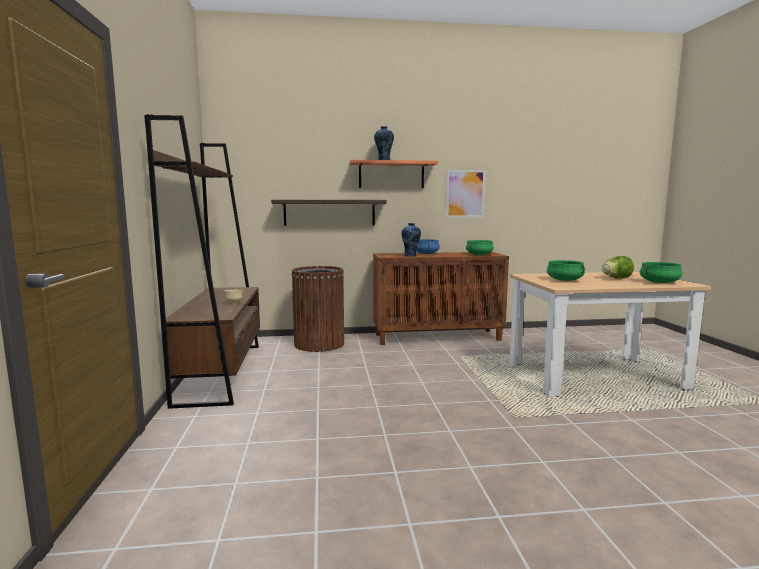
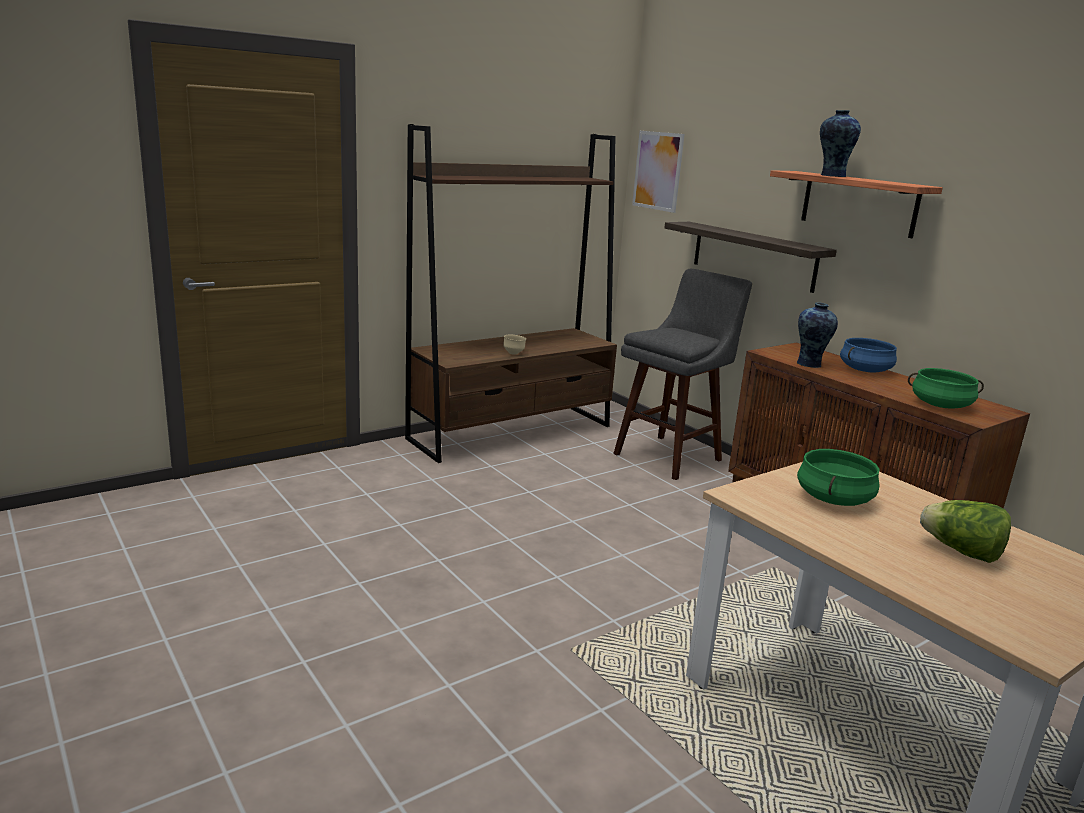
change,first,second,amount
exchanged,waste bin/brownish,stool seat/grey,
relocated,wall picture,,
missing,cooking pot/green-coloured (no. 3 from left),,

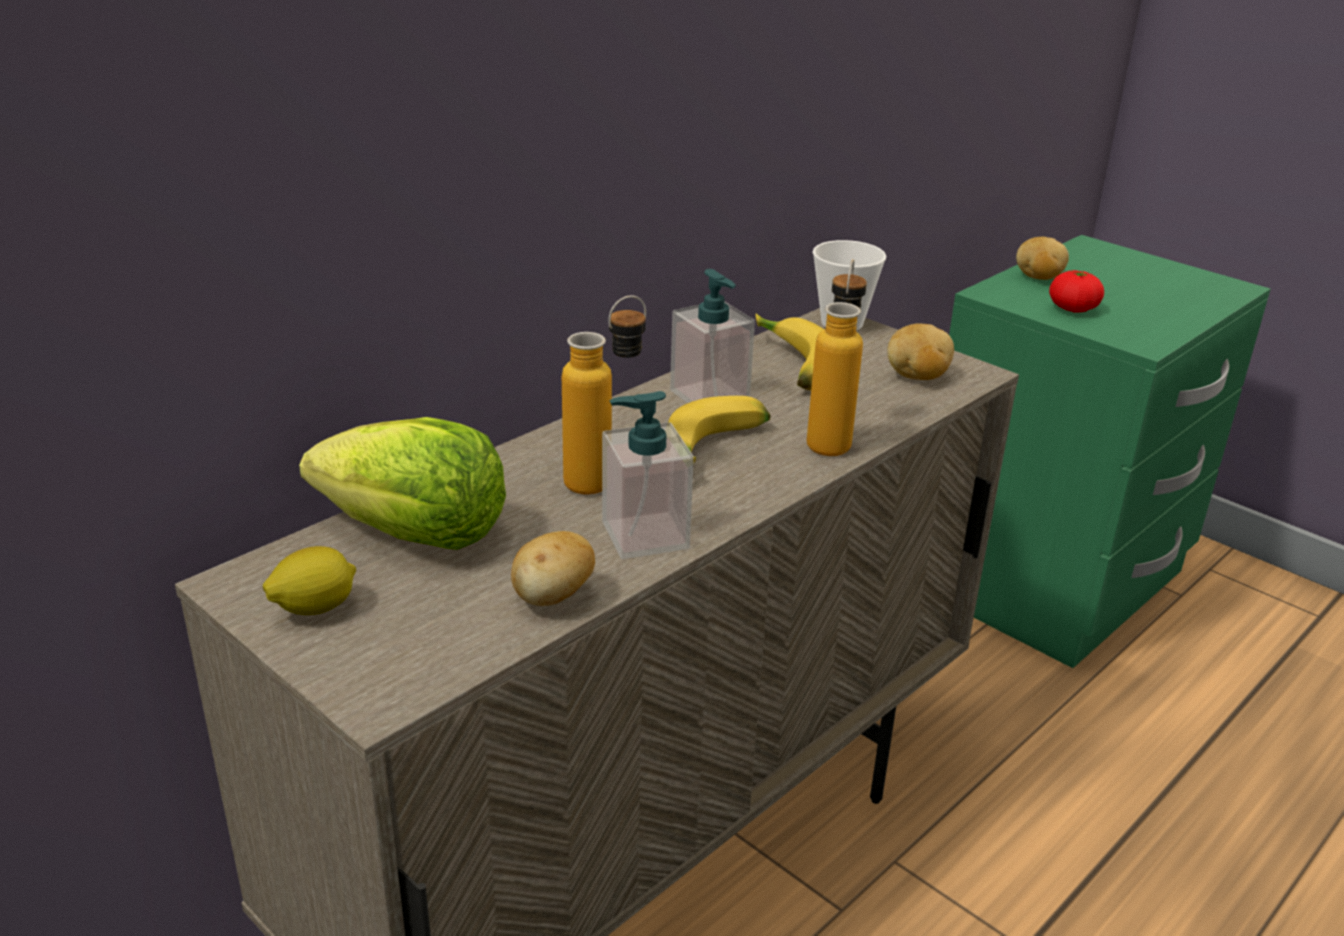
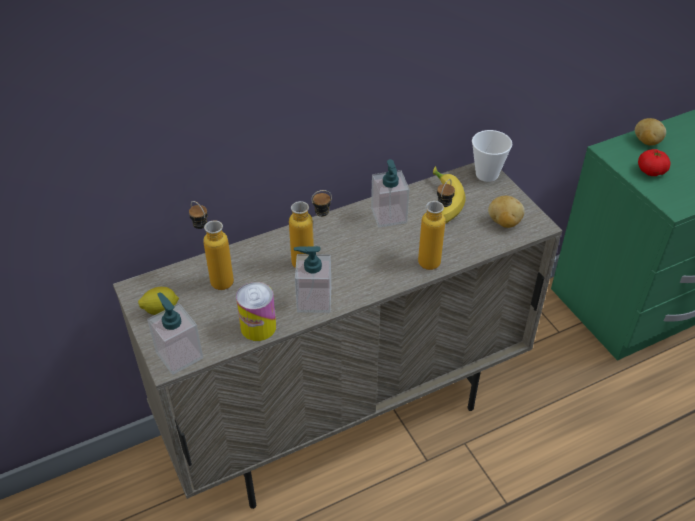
change,first,second,amount
exchanged,lettuce head,bottle (no. 1 from left),
exchanged,spud (no. 1 from left),metal can,
missing,banana fruit (no. 1 from left),,
appeared,,soap dispenser (no. 1 from left),

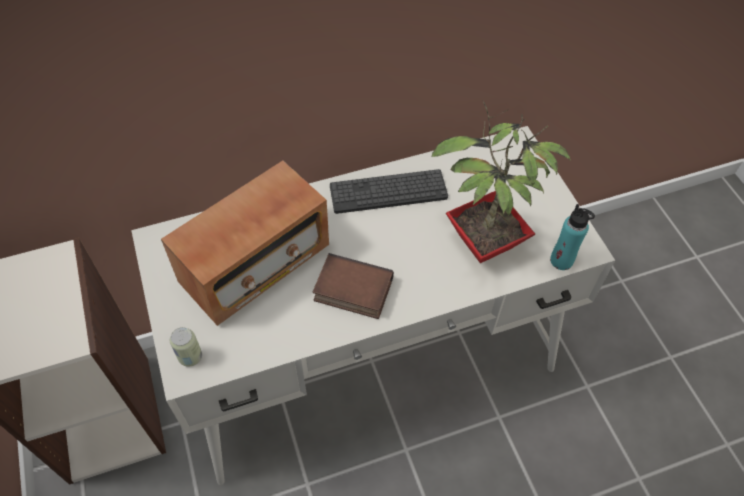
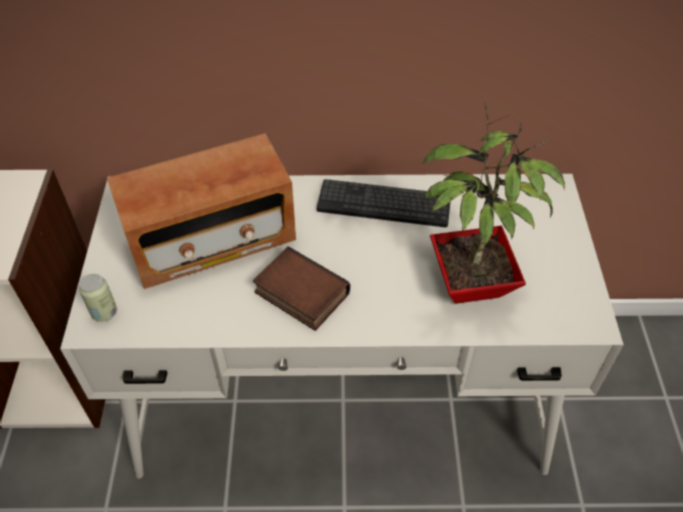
change,first,second,amount
missing,bottle/blue-green,,

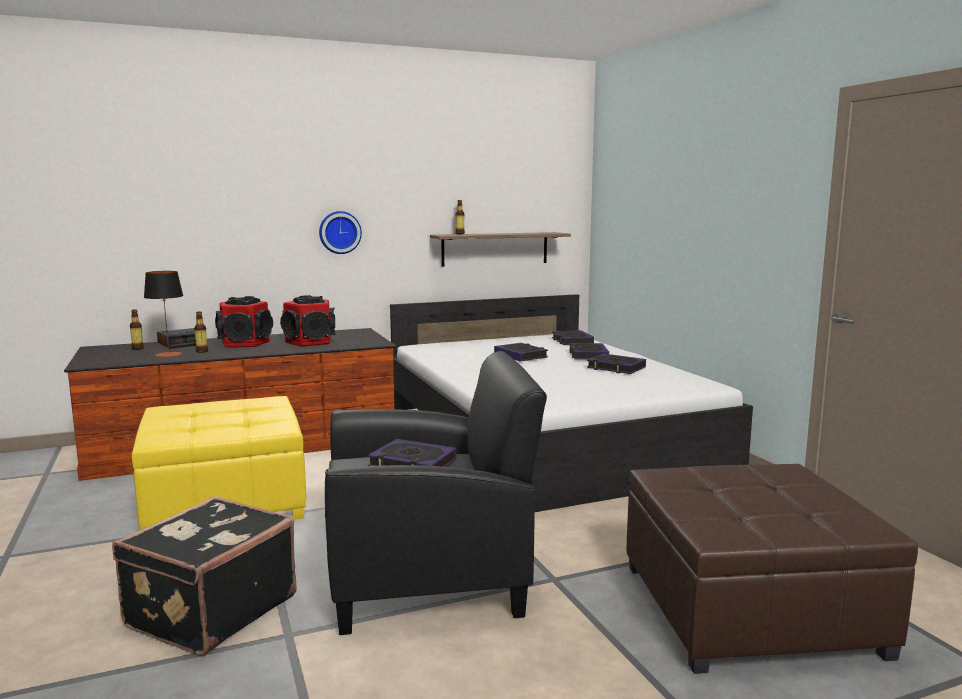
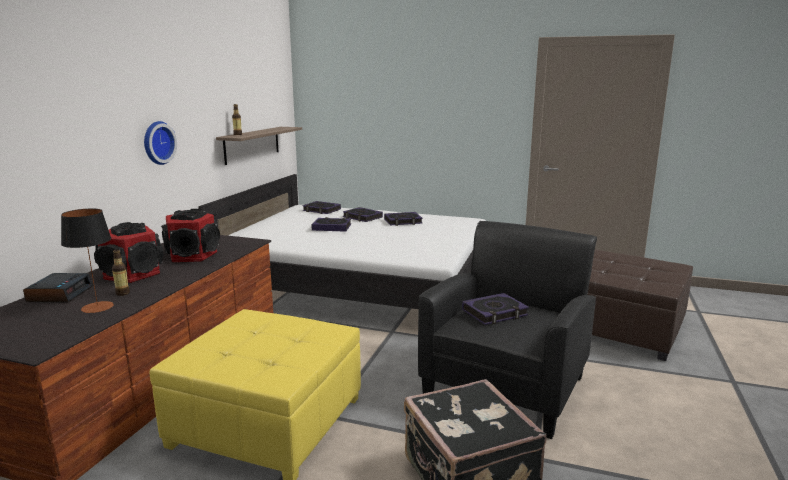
change,first,second,amount
missing,bottle (no. 1 from left),,

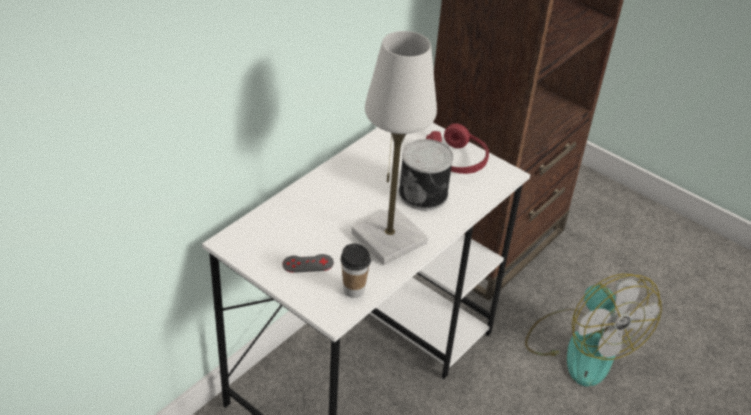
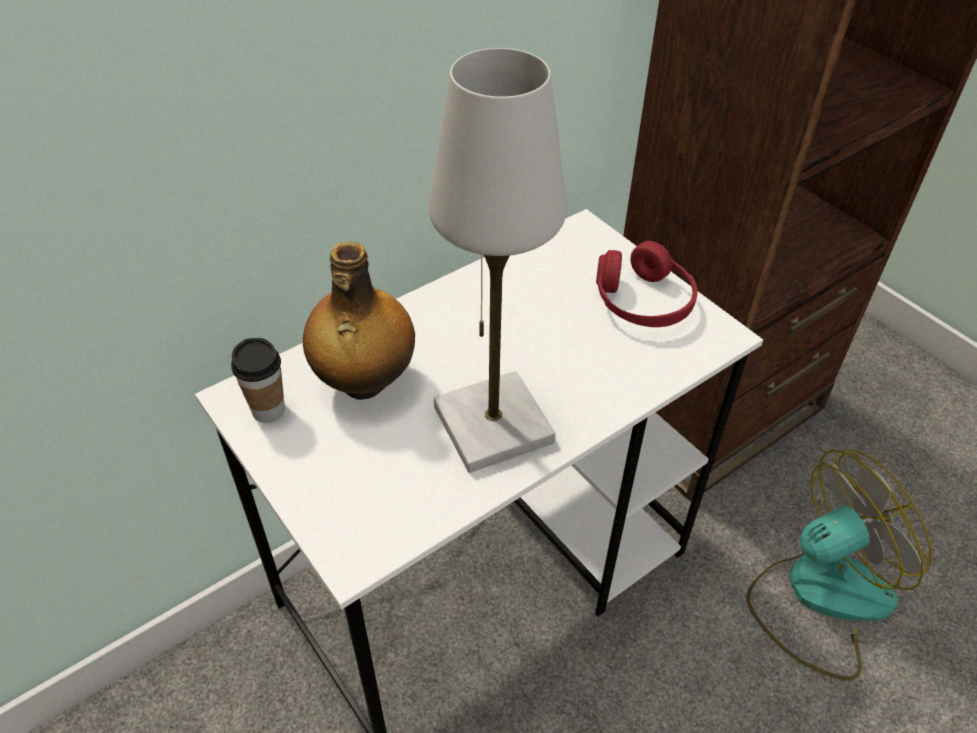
change,first,second,amount
missing,joypad/grey,,
relocated,drinking cup,,
missing,metal can,,
spun,electric fan,,105 degrees counterclockwise
appeared,,bottle,

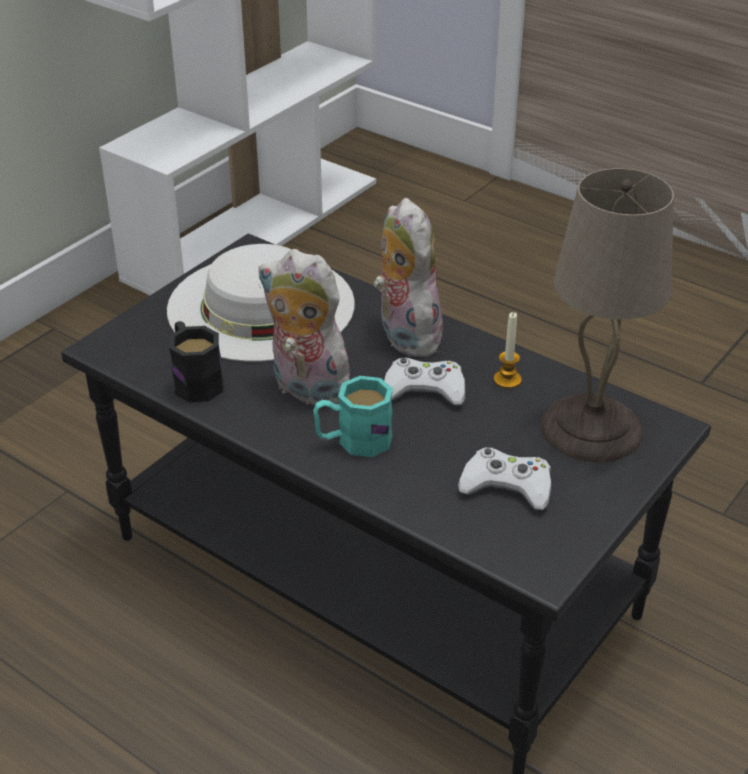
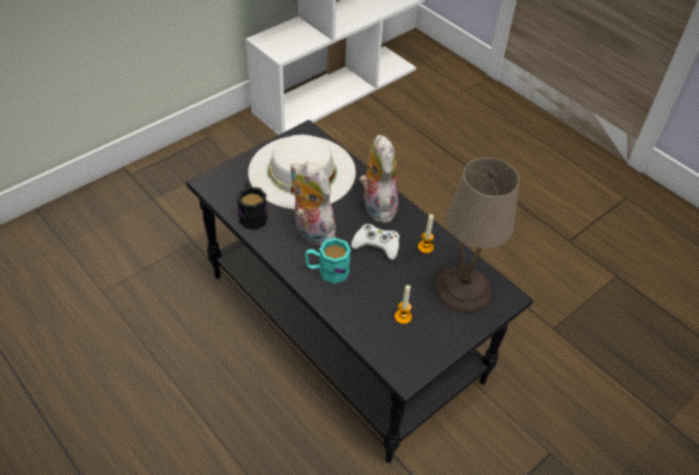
change,first,second,amount
exchanged,joypad/white (no. 2 from left),wax candle (no. 1 from left),

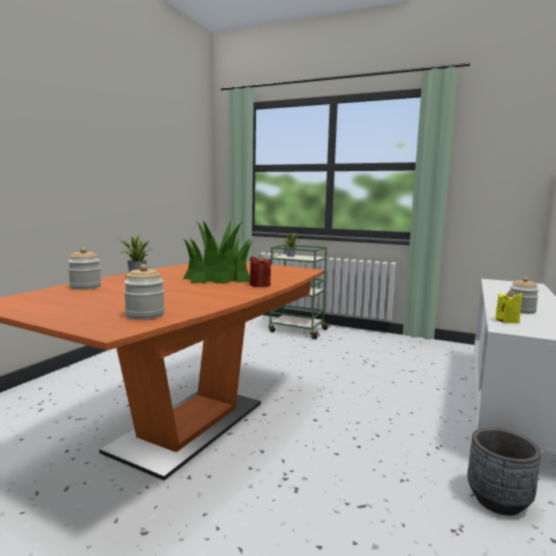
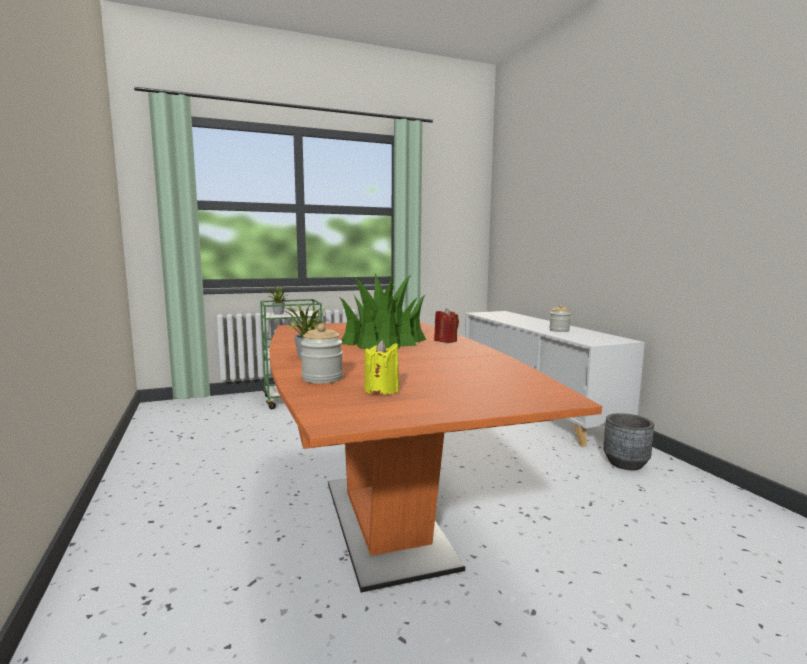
change,first,second,amount
missing,storage jar (no. 2 from left),,
relocated,wax candle/yellowish,,

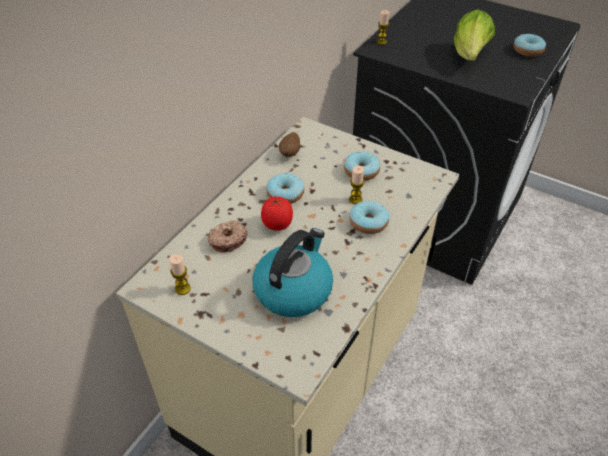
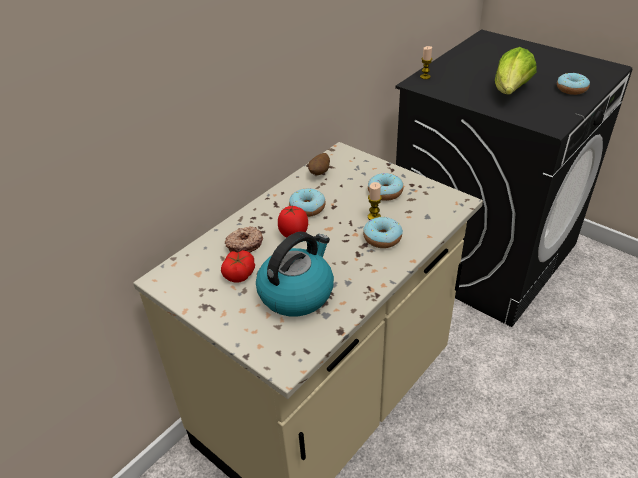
change,first,second,amount
missing,wax candle (no. 1 from left),,
appeared,,tomato (no. 1 from left),

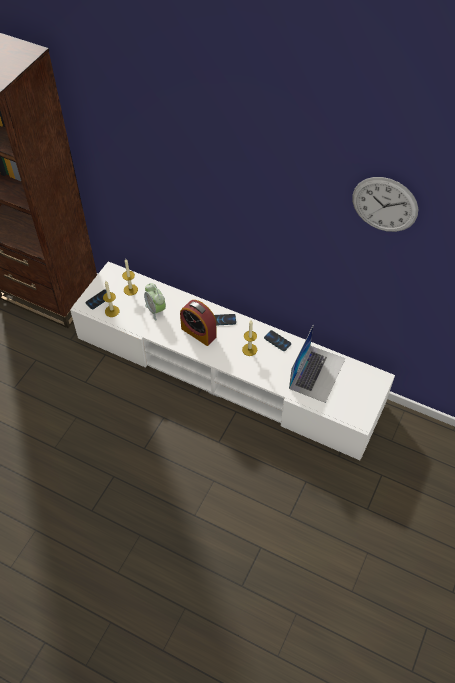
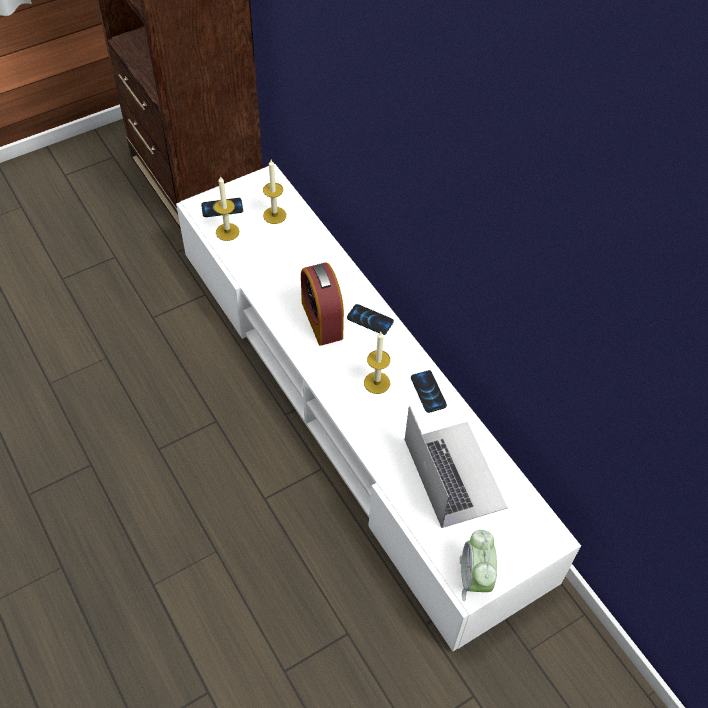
change,first,second,amount
relocated,alarm clock (no. 1 from left in the first image),alarm clock (no. 2 from left),
spun,laptop,,75 degrees counterclockwise
missing,hanging clock,,

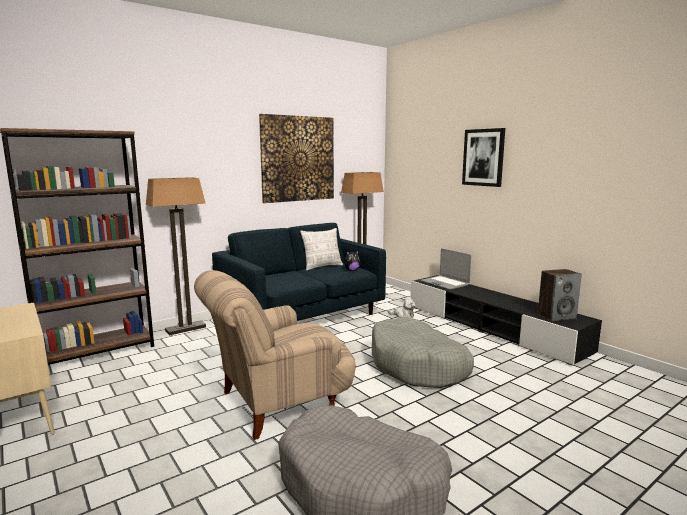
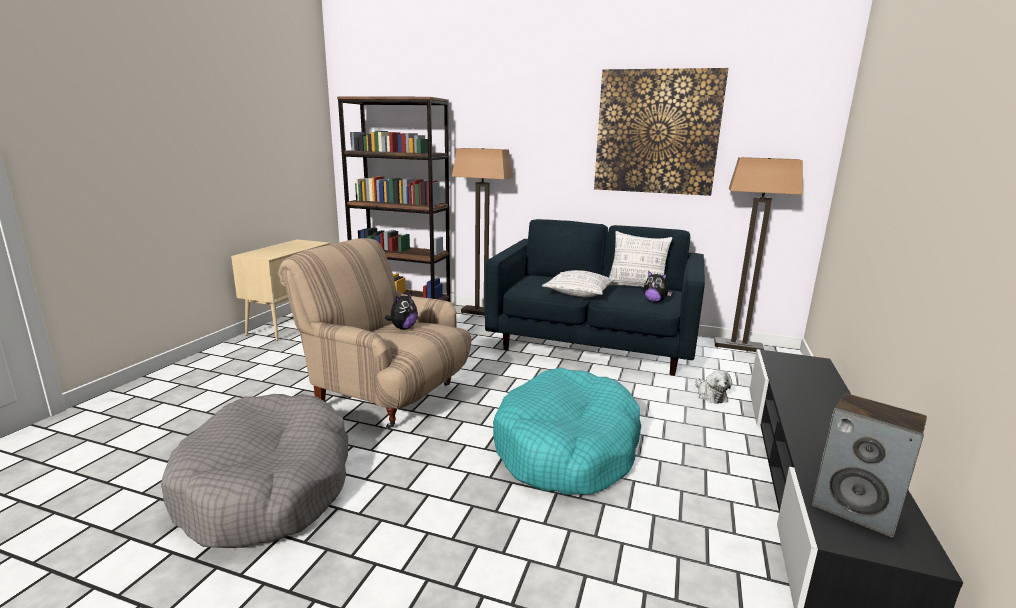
change,first,second,amount
colour,pet bed/grey (no. 2 from left),pet bed/blue-green,
missing,laptop,,
missing,wall picture (no. 2 from left),,
appeared,,plush toy (no. 1 from left),
appeared,,pillow (no. 1 from left),

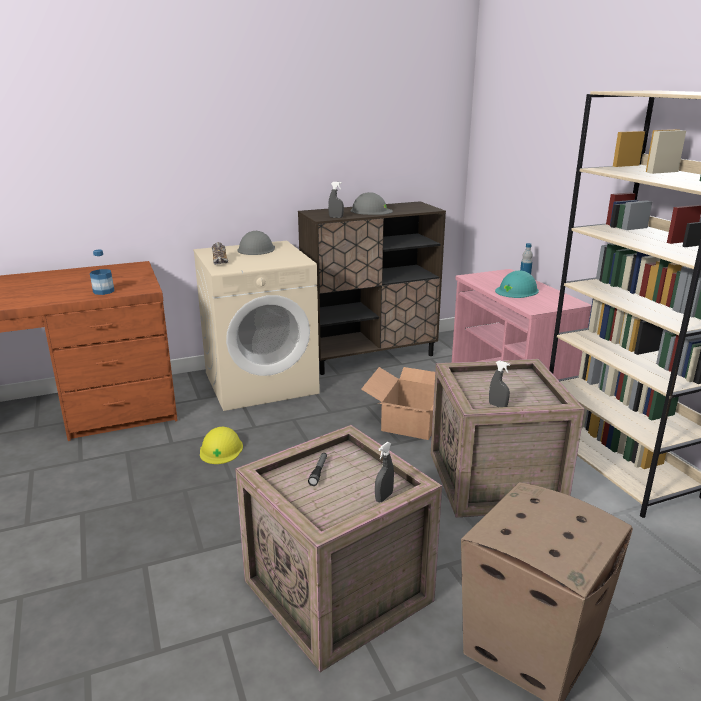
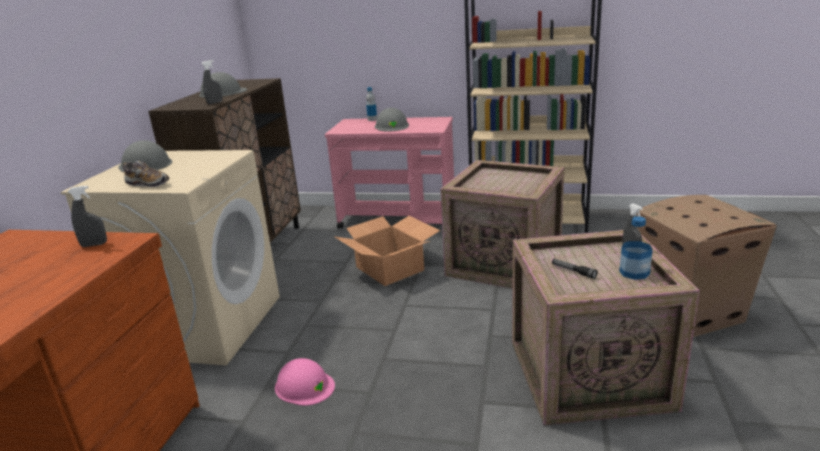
change,first,second,amount
relocated,bottle (no. 1 from left in the first image),bottle (no. 2 from left),
colour,hard hat/yellowish,hard hat/pinkish,
relocated,sprayer/grey (no. 3 from left in the first image),sprayer/grey (no. 1 from left),
colour,hard hat/blue-green,hard hat/grey (no. 3 from left),

